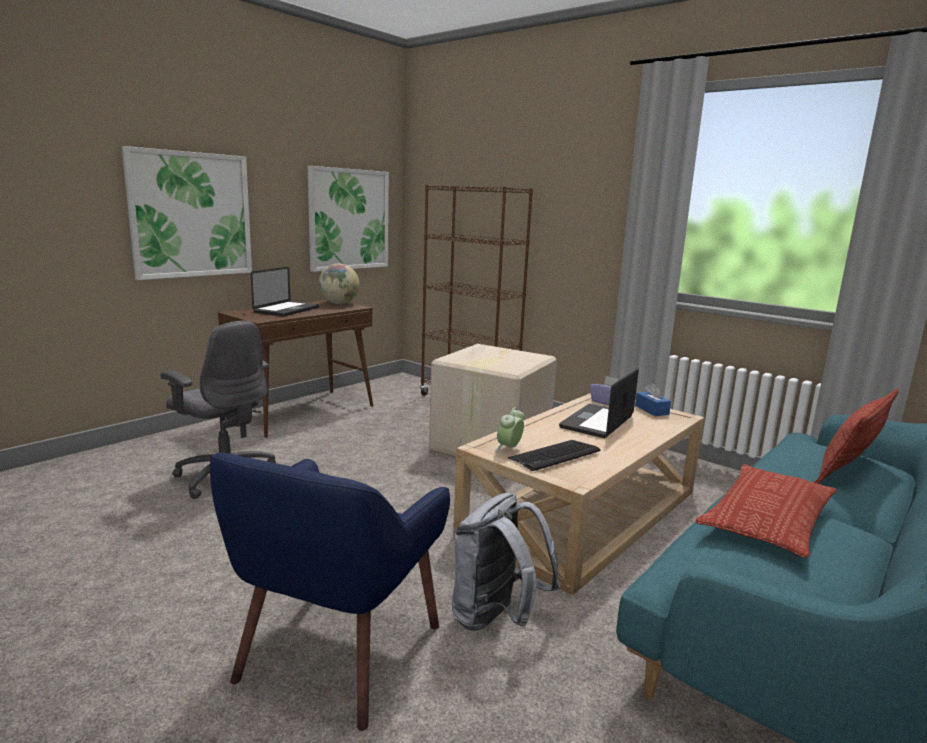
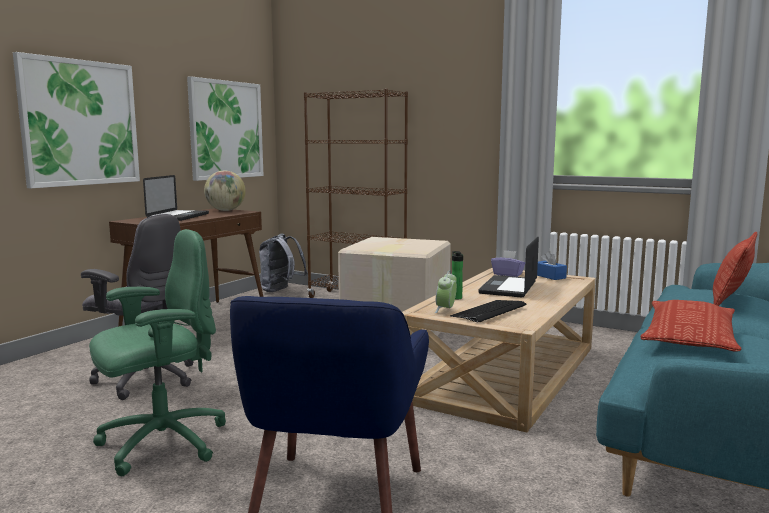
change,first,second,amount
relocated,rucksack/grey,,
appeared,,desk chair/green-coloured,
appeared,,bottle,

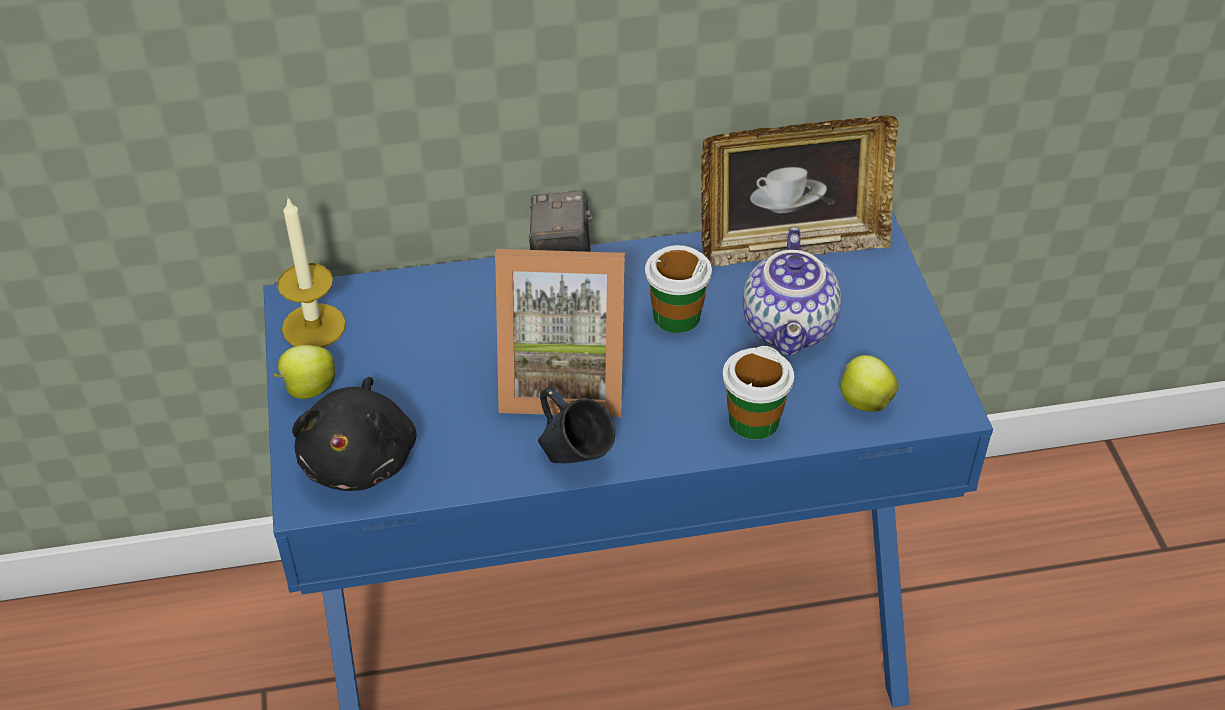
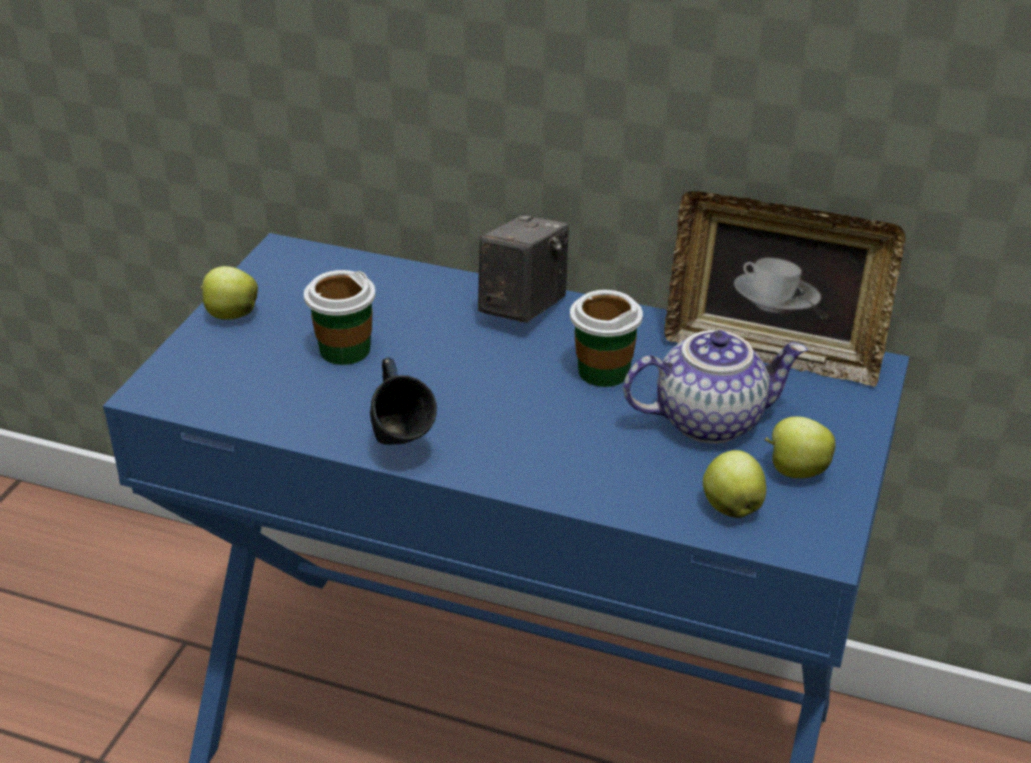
change,first,second,amount
missing,wax candle,,
missing,plush toy/black-coloured,,
missing,photo frame (no. 1 from left),,
relocated,drinking cup (no. 2 from left in the first image),drinking cup (no. 1 from left),
spun,teapot,,135 degrees counterclockwise
appeared,,apple (no. 3 from left),

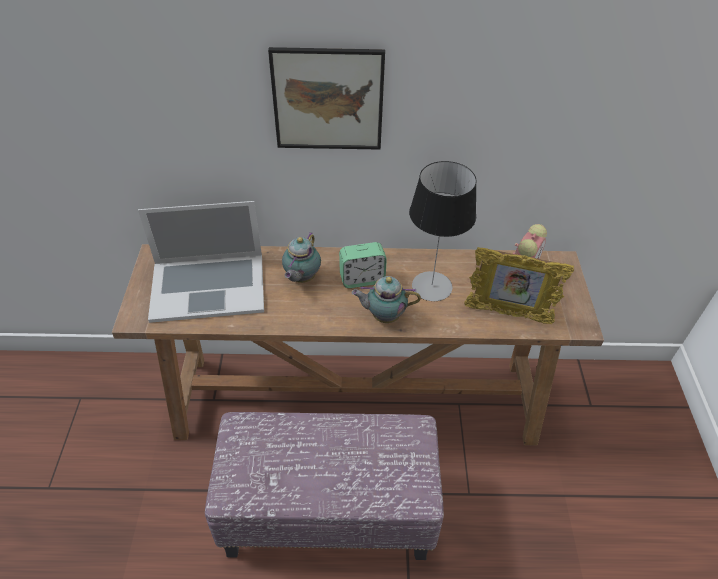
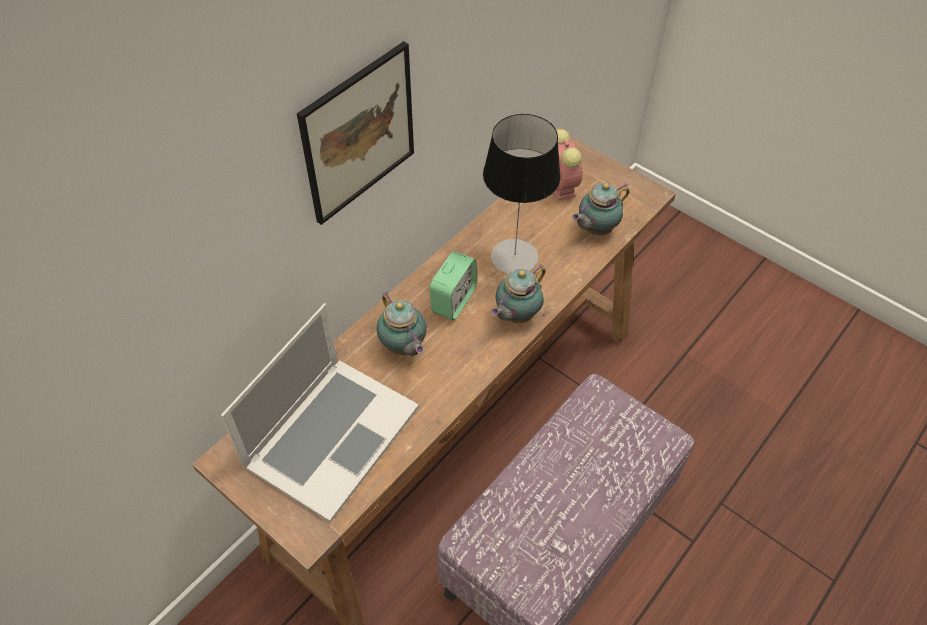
change,first,second,amount
exchanged,photo frame,teapot (no. 3 from left),

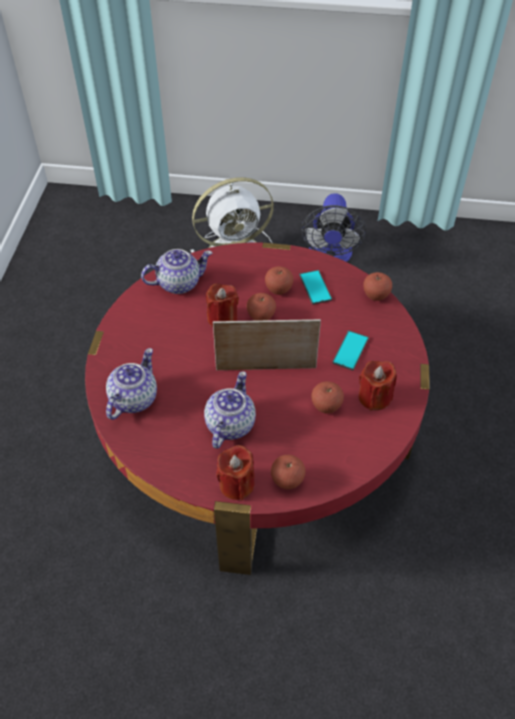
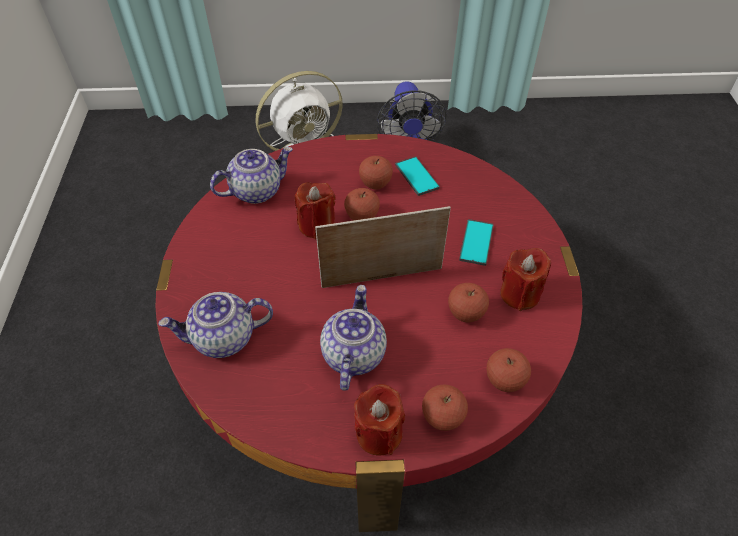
change,first,second,amount
spun,teapot (no. 1 from left),,120 degrees counterclockwise
relocated,apple (no. 5 from left),,

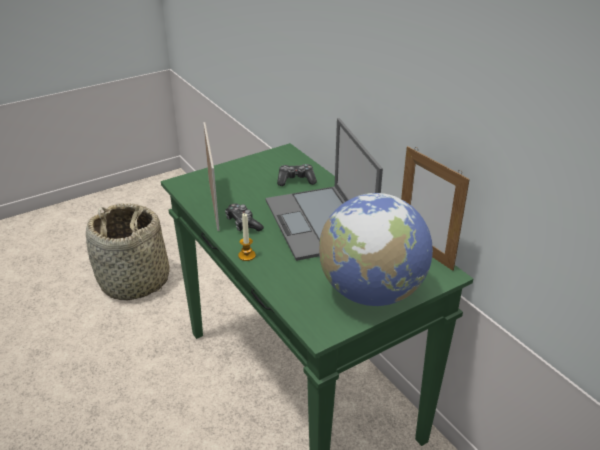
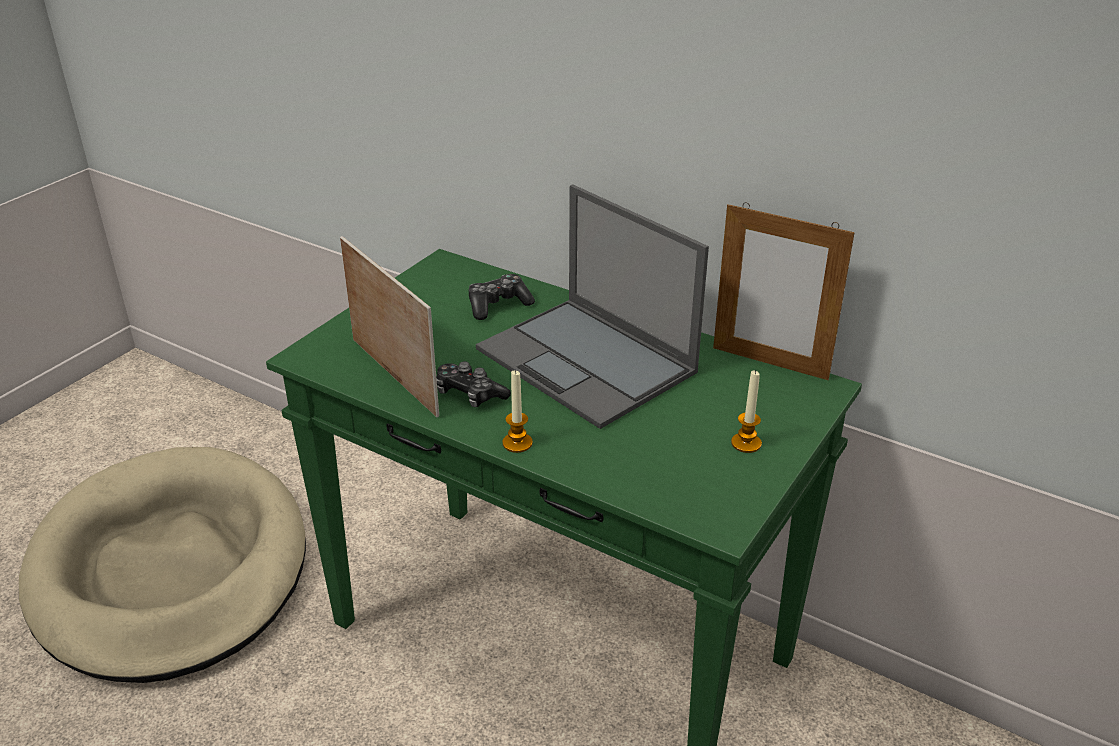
change,first,second,amount
exchanged,storage basket,pet bed/beige,
exchanged,desk globe,wax candle (no. 2 from left),

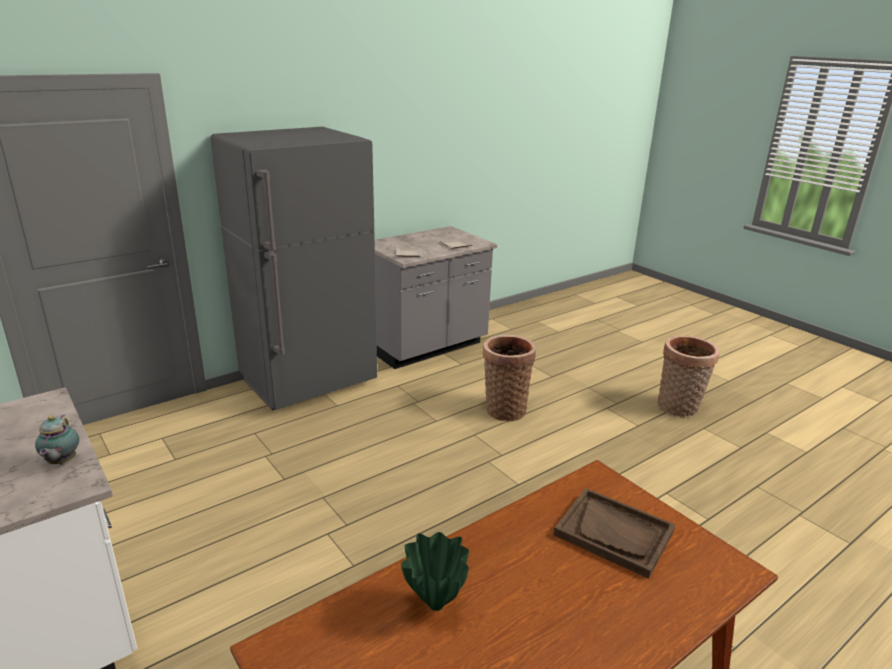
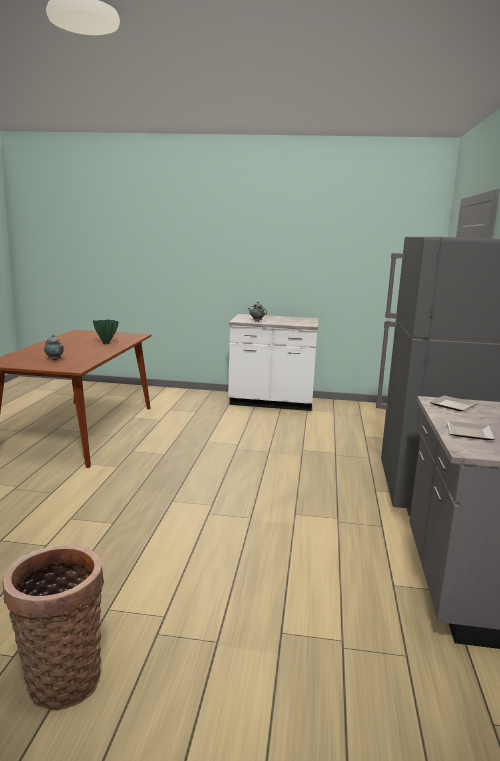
change,first,second,amount
missing,storage basket (no. 1 from left),,
exchanged,serving tray/brownish,teapot (no. 1 from left),

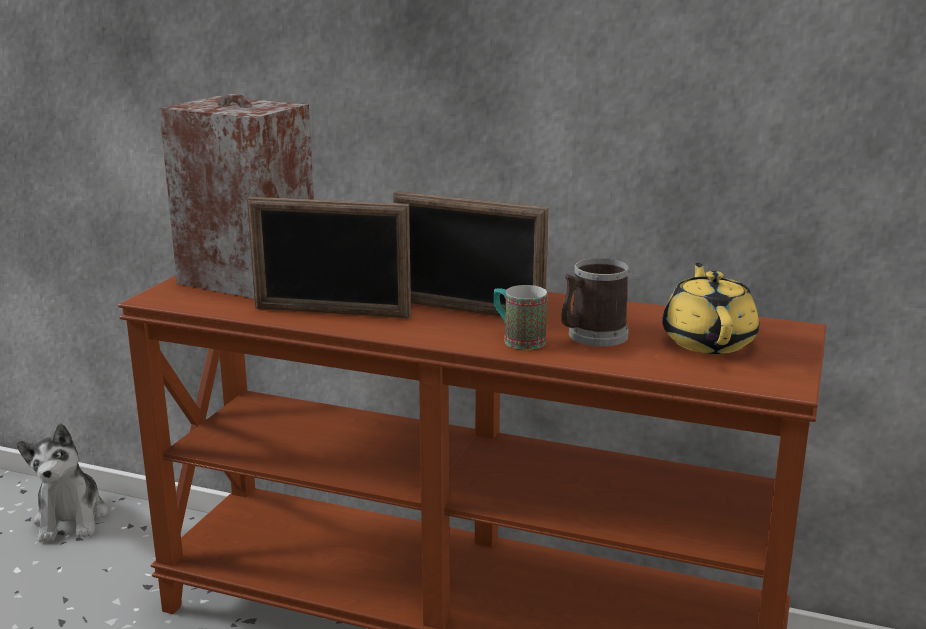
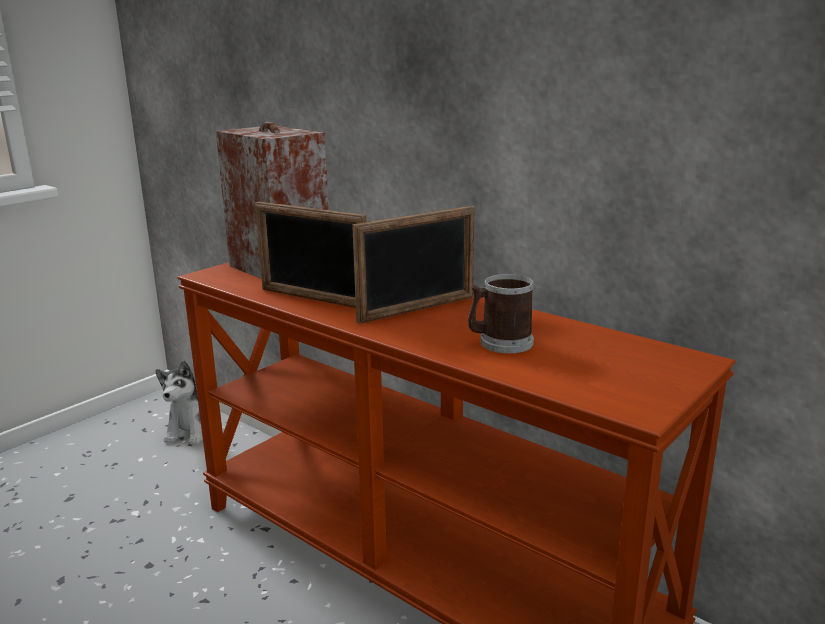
change,first,second,amount
spun,photo frame (no. 2 from left),,75 degrees counterclockwise
missing,coffee mug (no. 1 from left),,
missing,teapot/yellowish,,

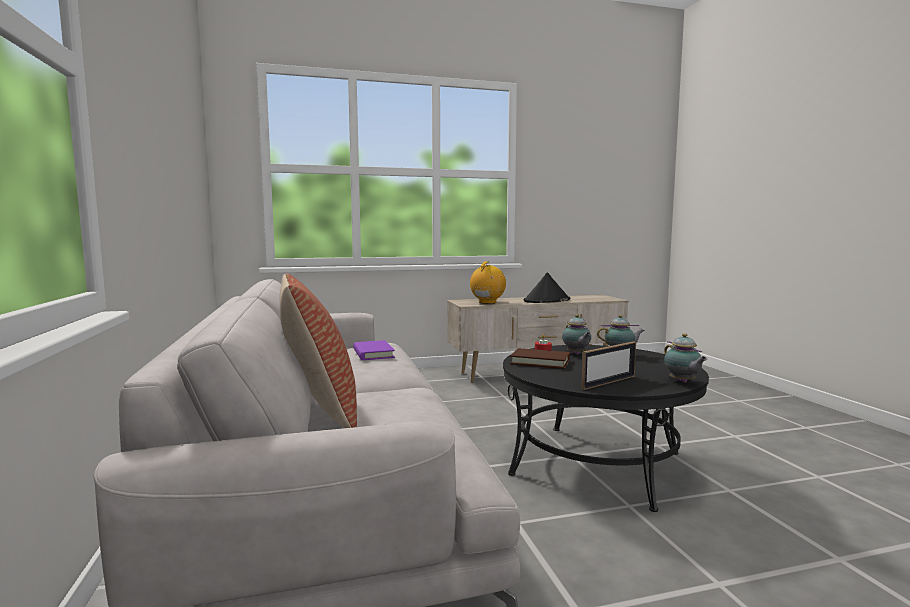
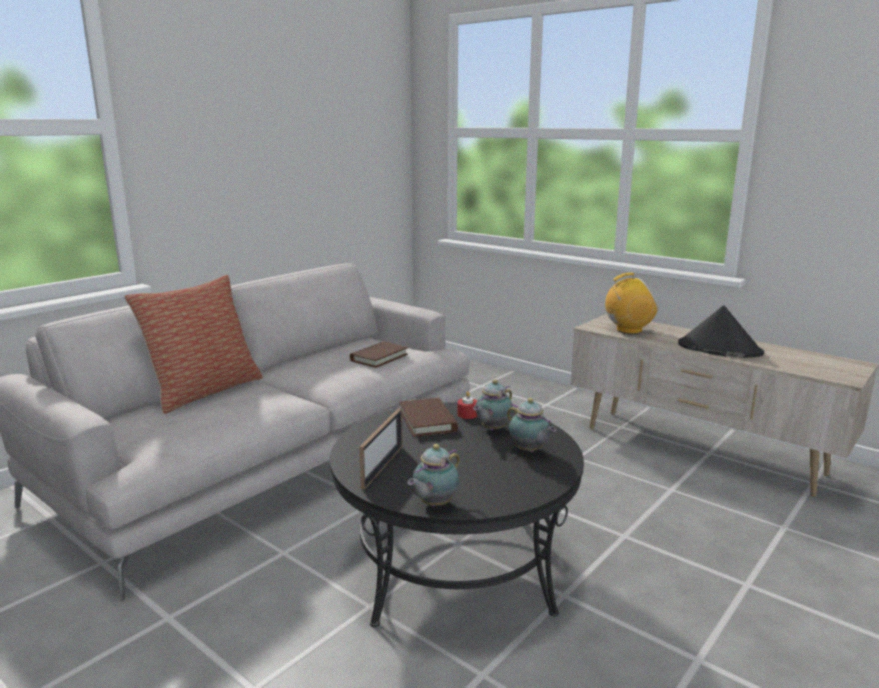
change,first,second,amount
colour,book/purple-coloured,book/brownish (no. 1 from left),
spun,photo frame,,90 degrees counterclockwise

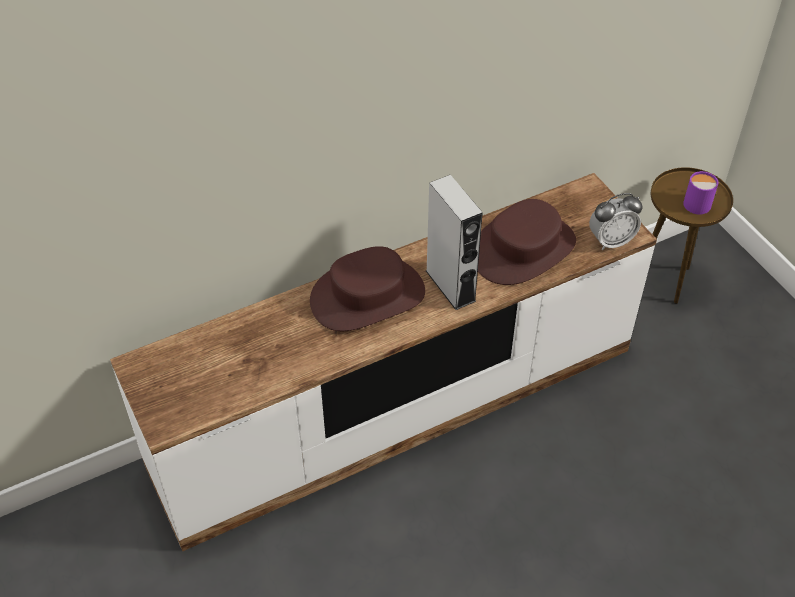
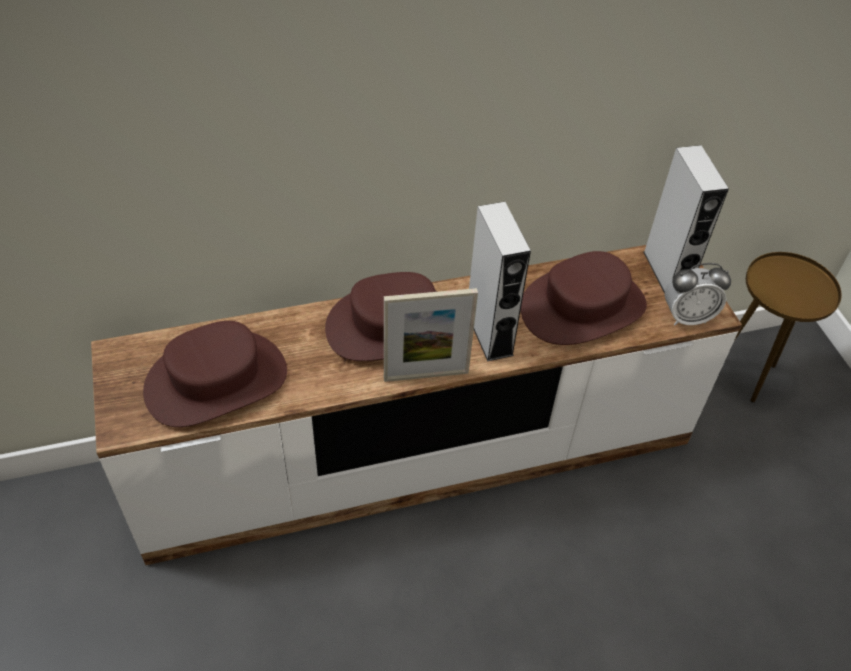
change,first,second,amount
missing,coffee mug/purple-coloured,,
appeared,,clothing hat/brownish (no. 1 from left),
appeared,,photo frame,
appeared,,loudspeaker/grey (no. 2 from left),

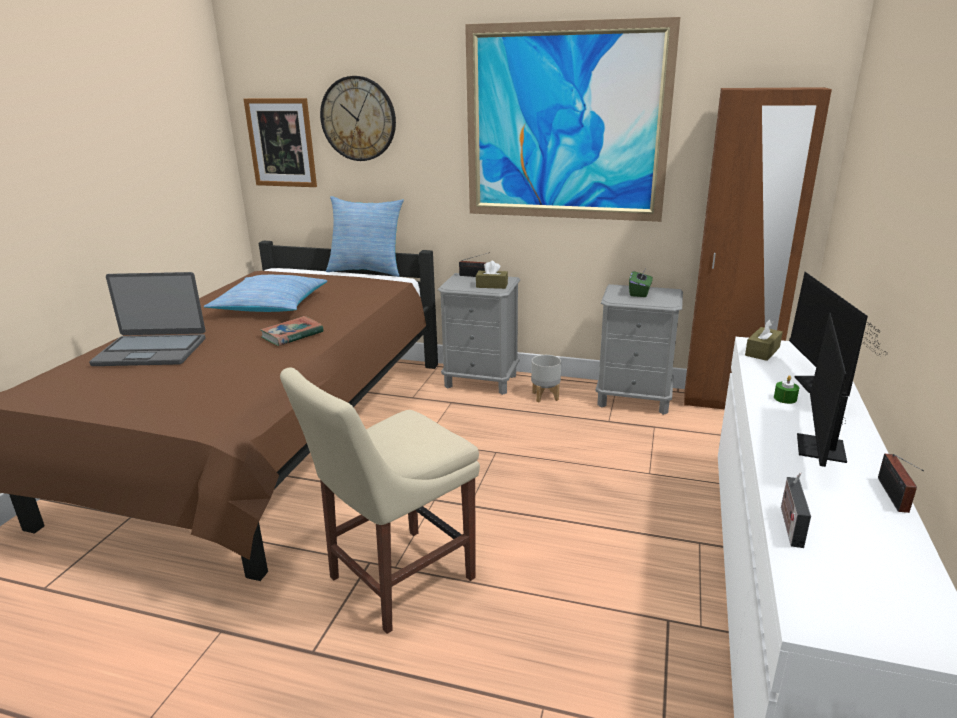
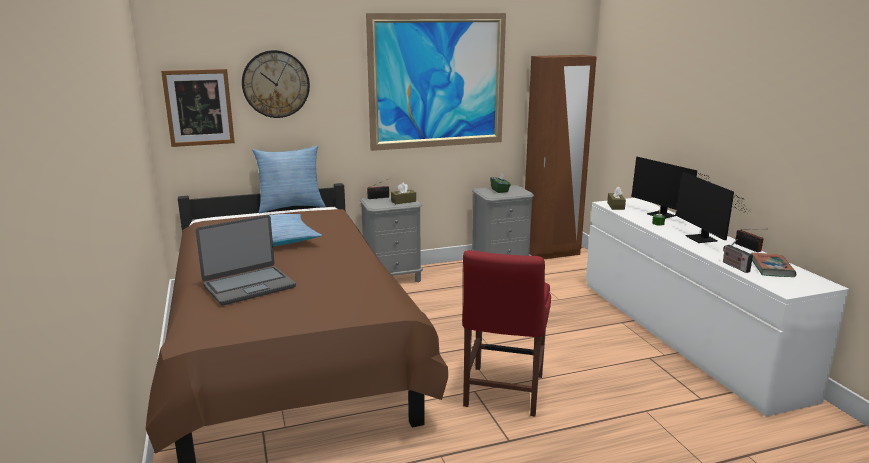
change,first,second,amount
relocated,book,,
colour,upright chair/beige,upright chair/reddish,
missing,planter/grey,,

